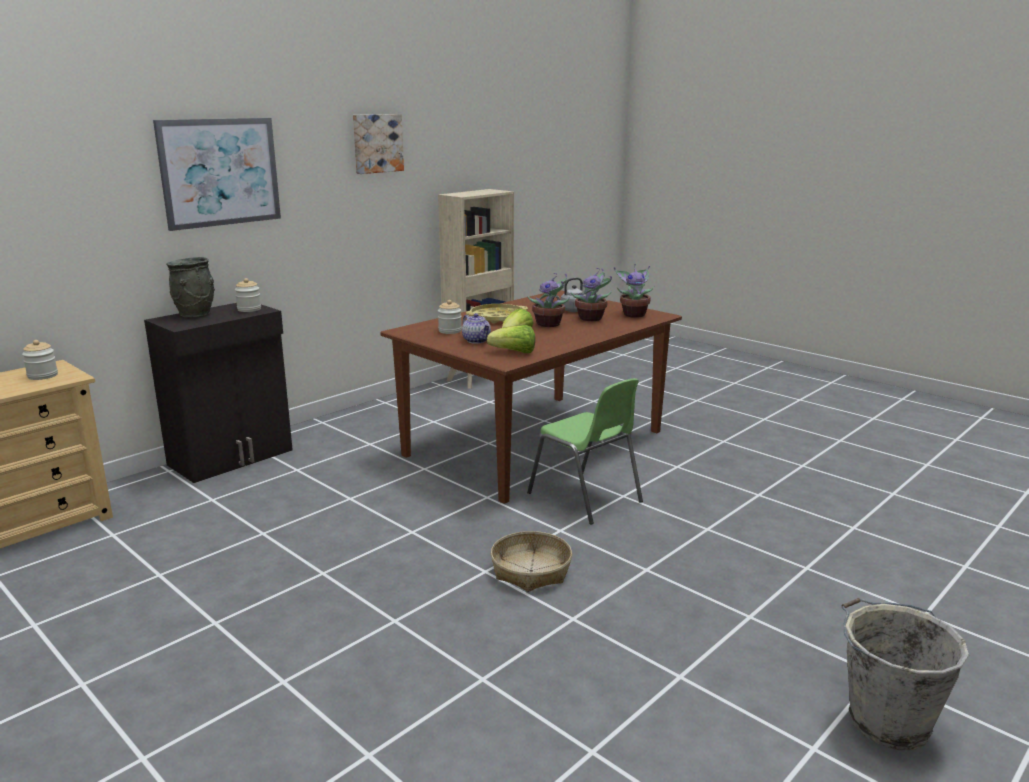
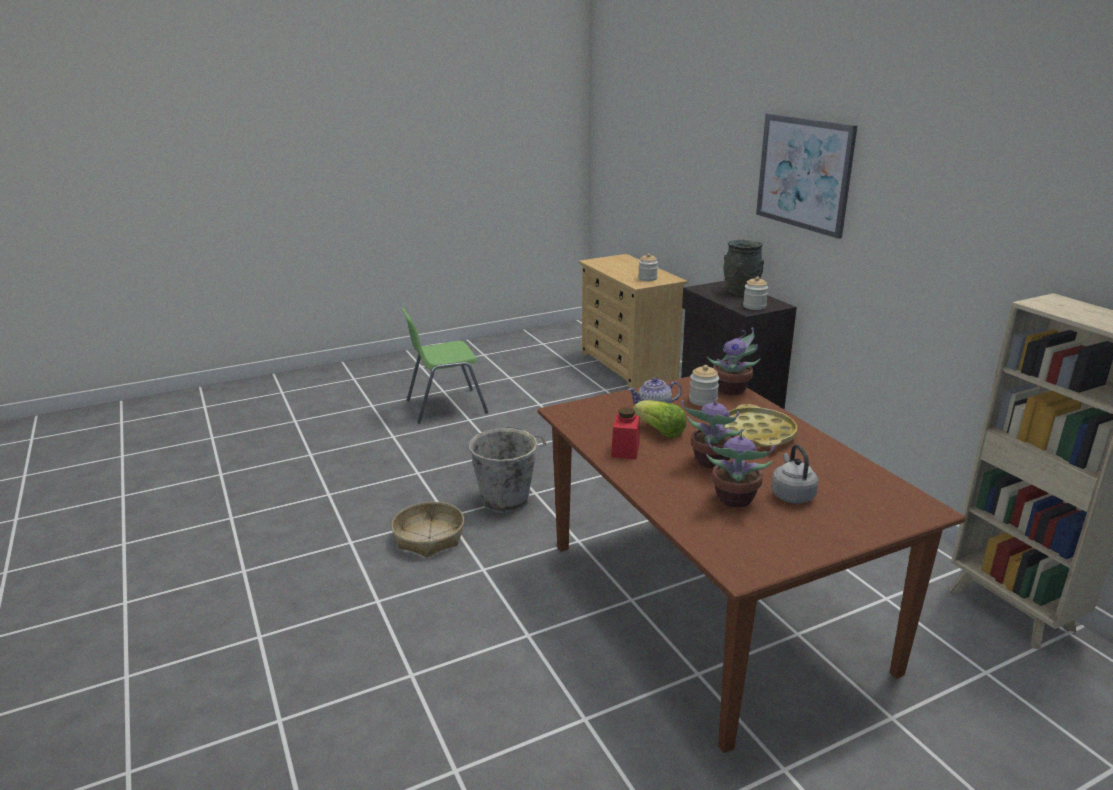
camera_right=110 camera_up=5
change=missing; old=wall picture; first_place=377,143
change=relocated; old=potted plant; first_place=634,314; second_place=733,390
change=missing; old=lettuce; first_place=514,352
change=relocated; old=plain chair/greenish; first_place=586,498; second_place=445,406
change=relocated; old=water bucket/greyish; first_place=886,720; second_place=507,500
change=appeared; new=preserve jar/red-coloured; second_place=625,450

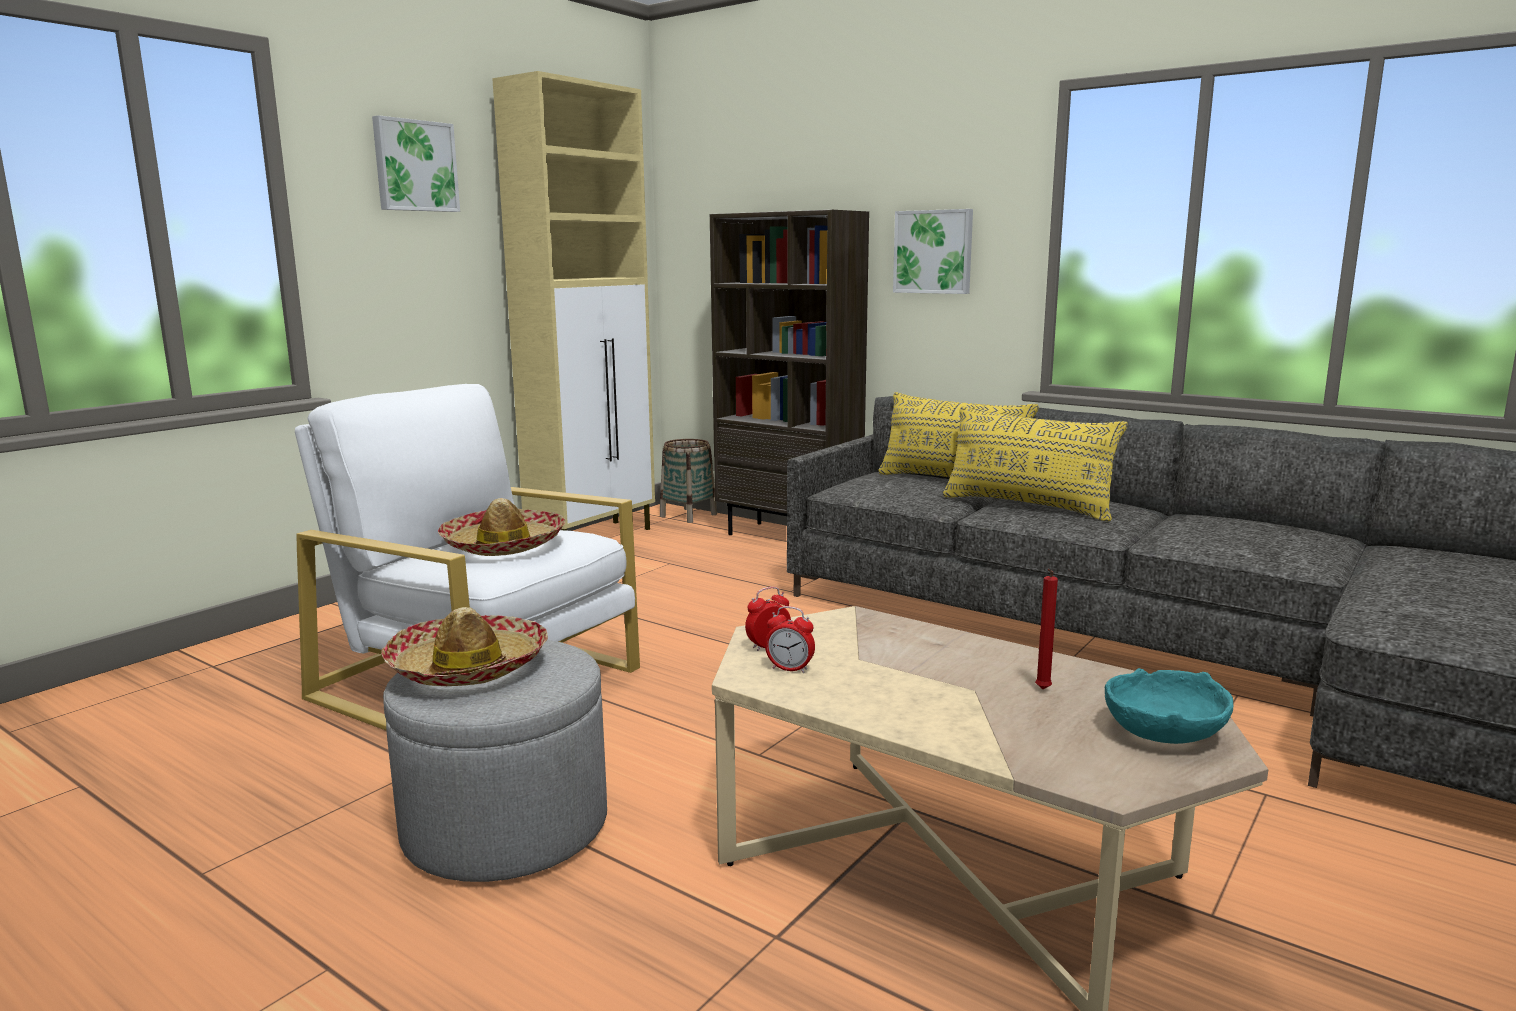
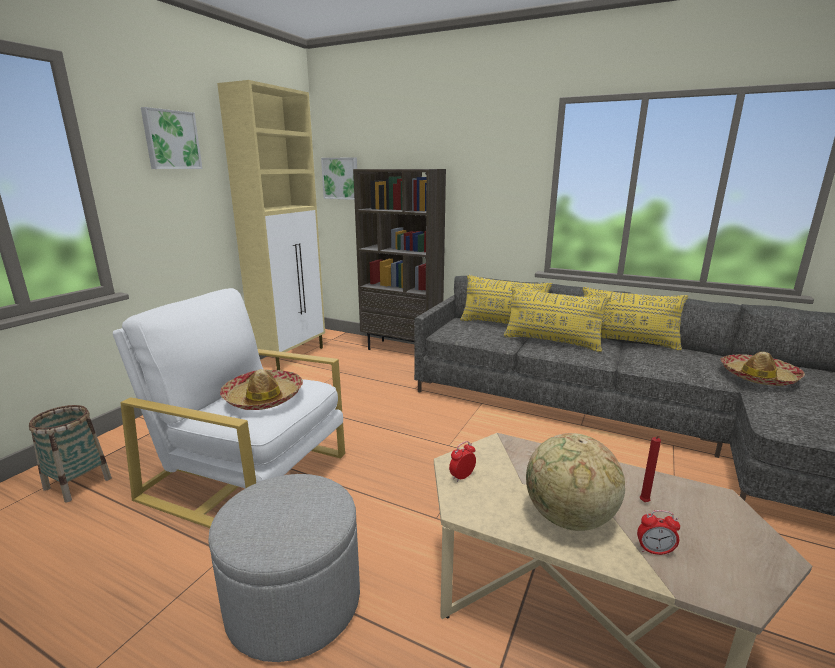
camera_right=-10 camera_up=5
change=relocated; old=wall picture; first_place=934,252; second_place=341,178
change=relocated; old=storage basket; first_place=688,515; second_place=77,483
change=relocated; old=table clock; first_place=790,669; second_place=654,551
change=relocated; old=hat; first_place=468,667; second_place=758,377
change=missing; old=serving bowl/turquoise; first_place=1162,732
change=appeared; new=cushion/yellow; second_place=626,342
change=appeared; new=world globe; second_place=568,518

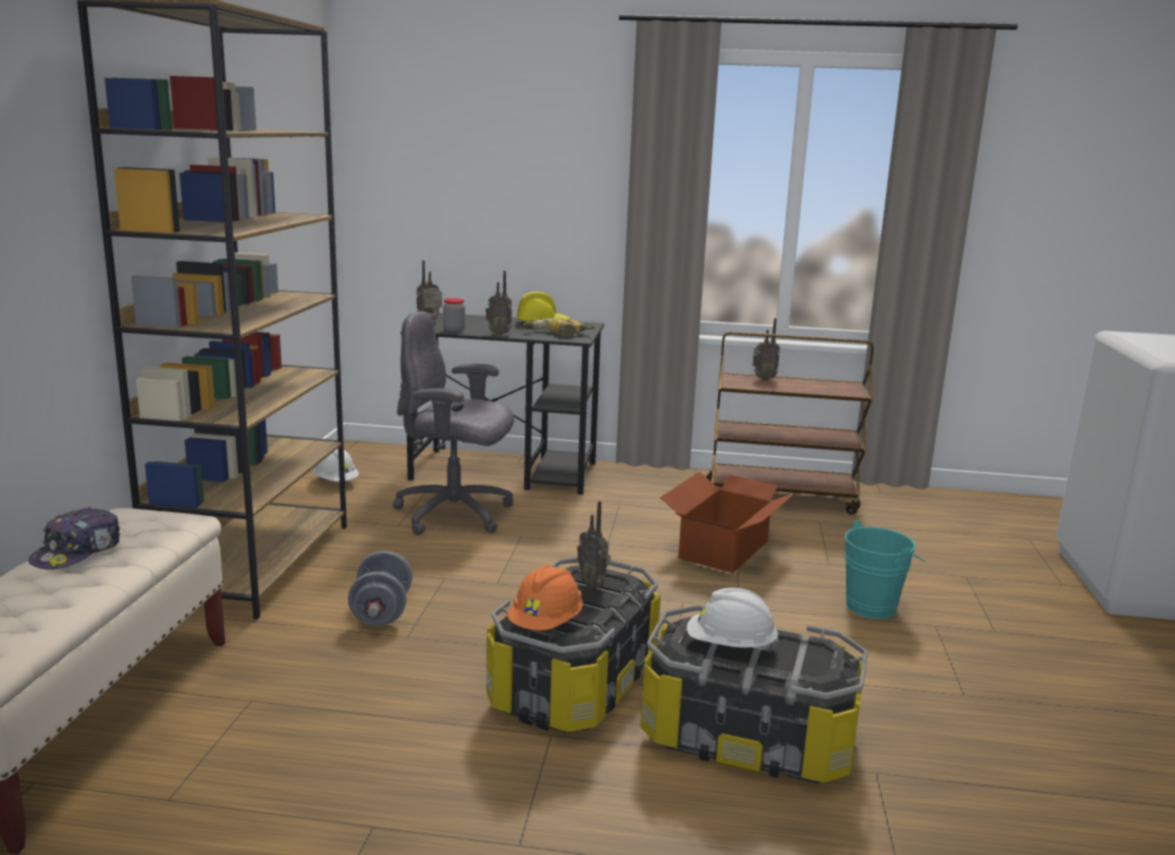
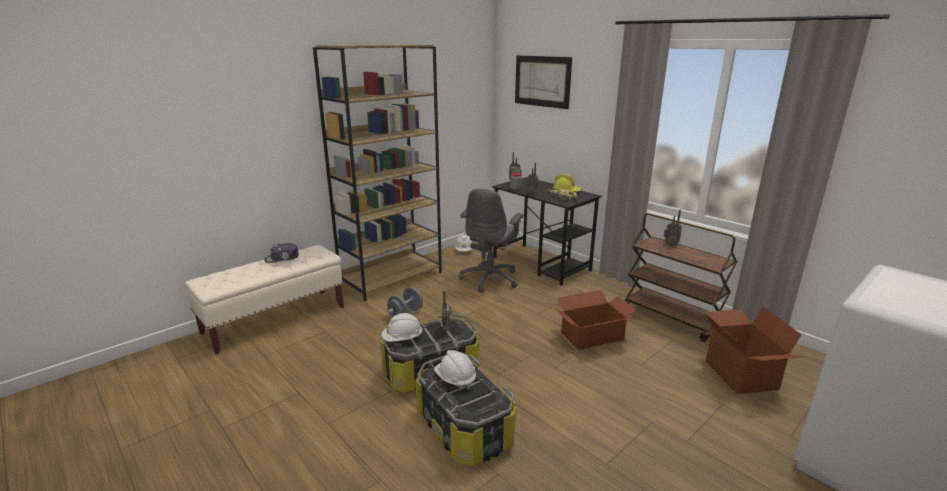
camera_right=40 camera_up=5
change=spun; old=computer chair/greyish; first_place=455,514; second_place=490,279; degrees=-120
change=missing; old=water bucket/turquoise; first_place=875,606
change=colour; old=safety helmet/orange-coloured; new=safety helmet/white; first_place=546,624; second_place=402,339
change=appeared; new=wall picture; second_place=542,81
change=appeared; new=cardboard box; second_place=739,375

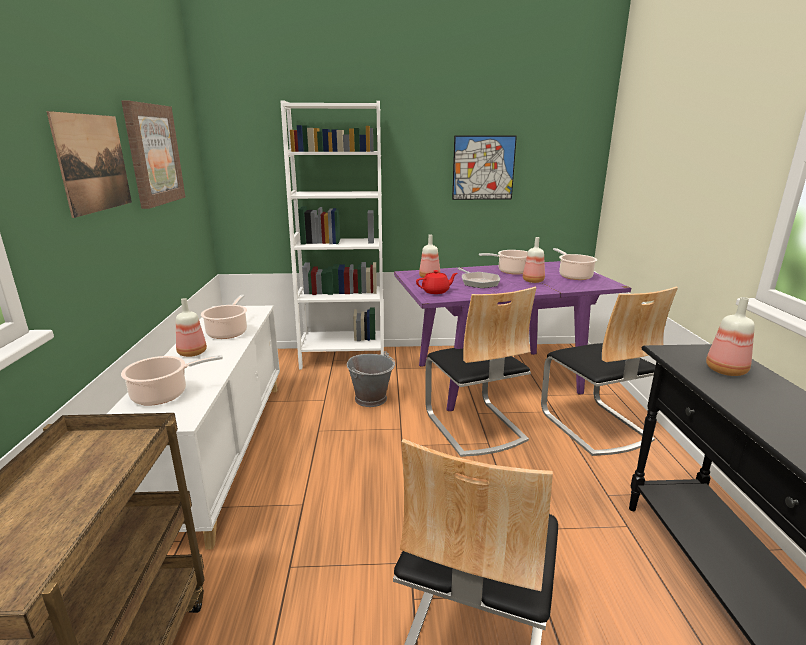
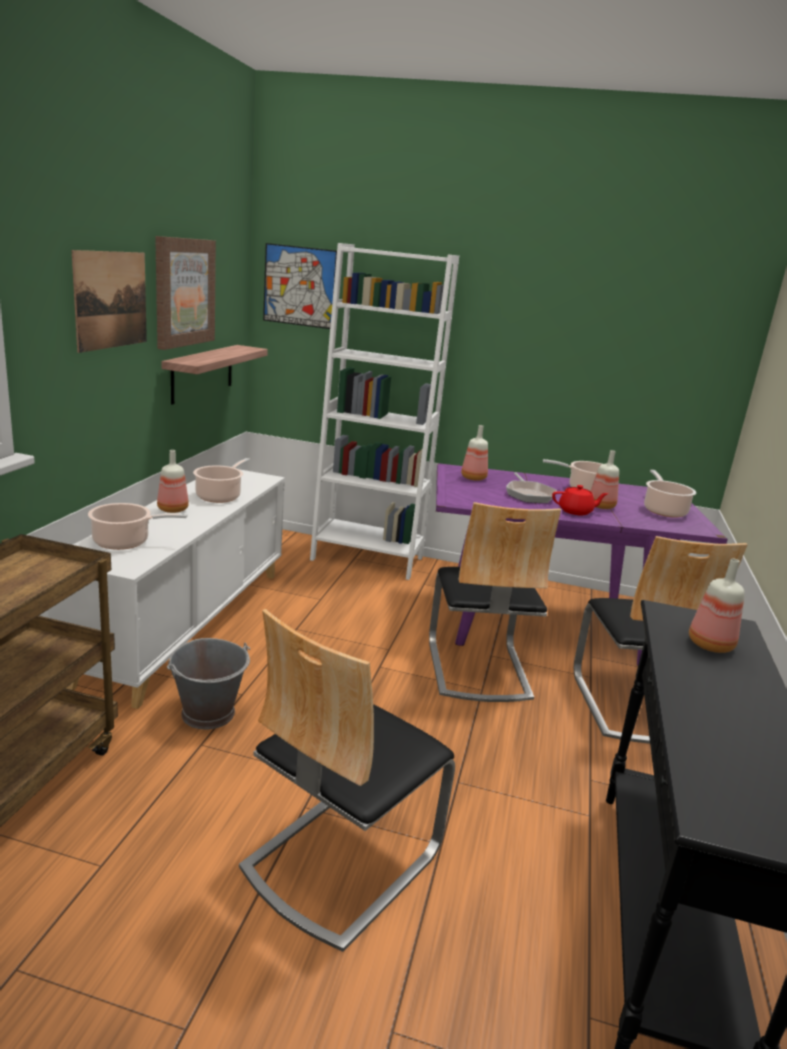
camera_right=15 camera_up=0
change=relocated; old=wall picture; first_place=483,168; second_place=299,286
change=relocated; old=pot for tea/red-coloured; first_place=436,291; second_place=576,511
change=relocated; old=water bucket/greyish; first_place=371,398; second_place=209,713
change=appeared; new=shelf; second_place=202,373

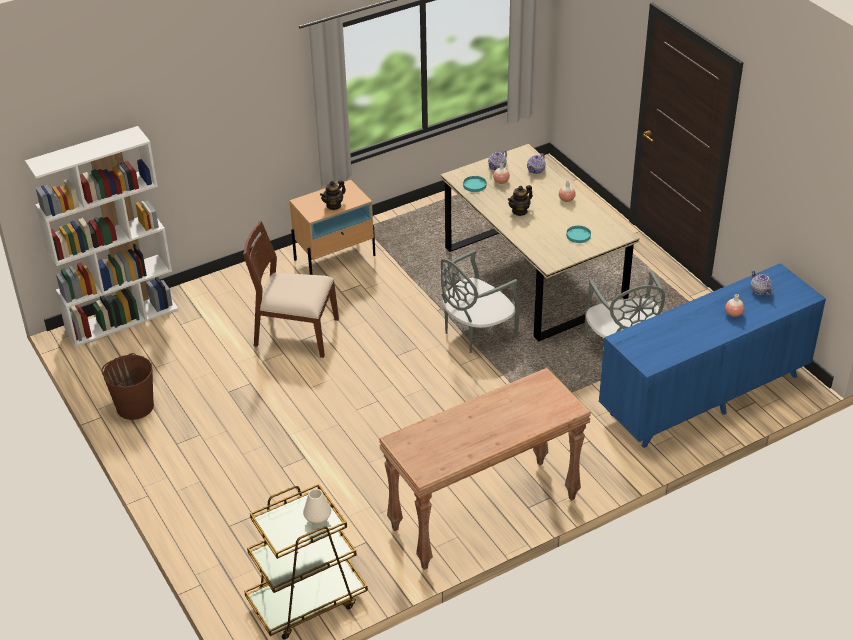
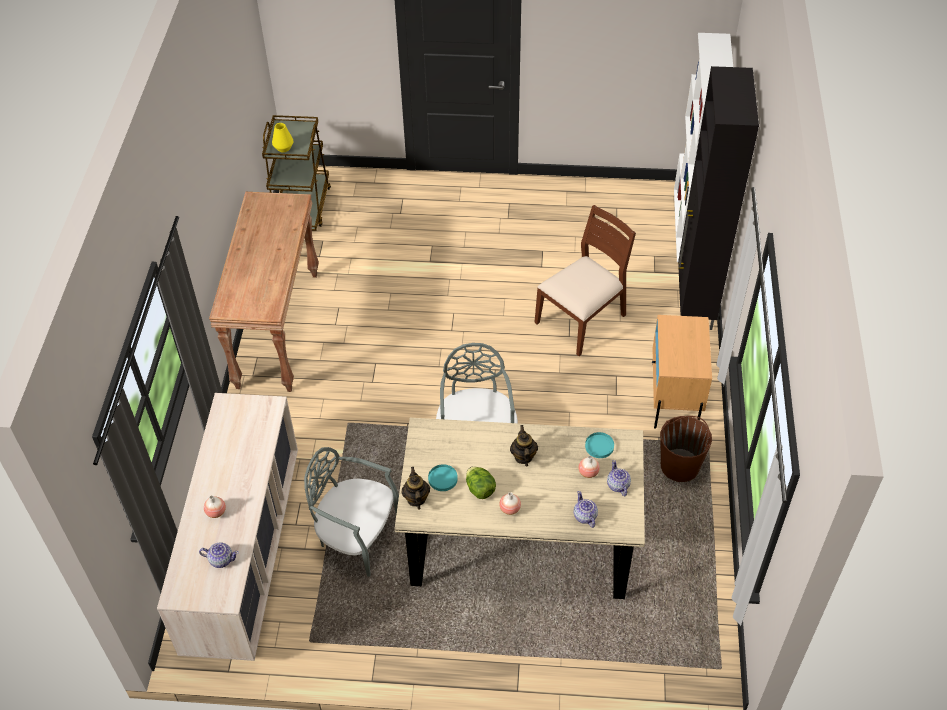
camera_right=125 camera_up=10
change=relocated; old=pot for tea; first_place=334,205; second_place=416,498
change=colour; old=chest of drawers/bluish; new=chest of drawers/beige; first_place=704,395; second_place=245,556
change=relocated; old=water bucket/brownish; first_place=134,406; second_place=680,466
change=colour; old=decorative vase/white; new=decorative vase/yellow; first_place=317,518; second_place=283,148
change=appeared; new=storage cabinet/black-coloured; second_place=694,303
change=appeared; new=lettuce; second_place=480,489

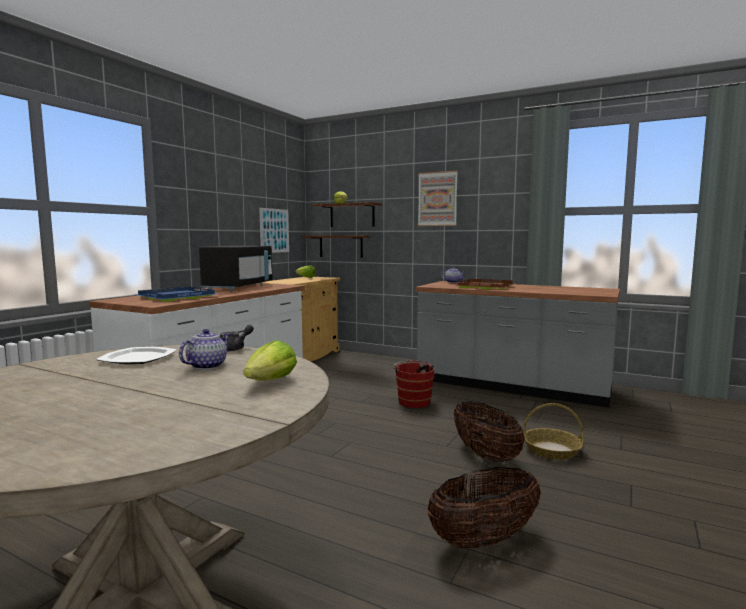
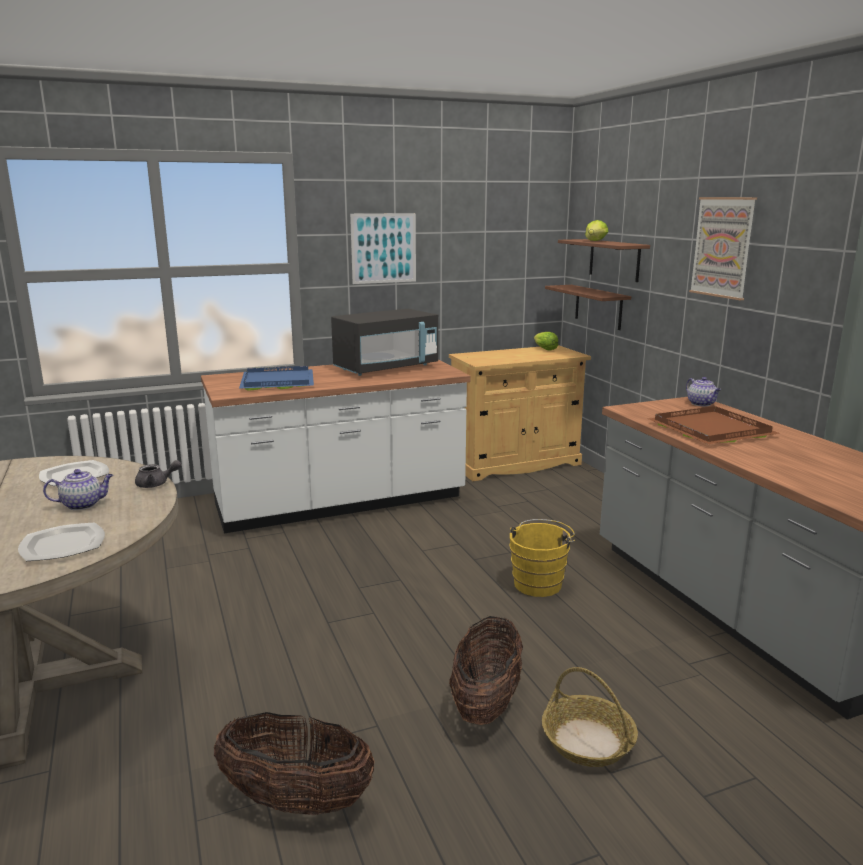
camera_right=40 camera_up=10
change=relocated; old=wall picture; first_place=274,230; second_place=383,248
change=exchanged; old=lettuce; new=flat dish; first_place=271,381; second_place=64,545
change=colour; old=water bucket/red-coloured; new=water bucket/yellow; first_place=413,401; second_place=539,583

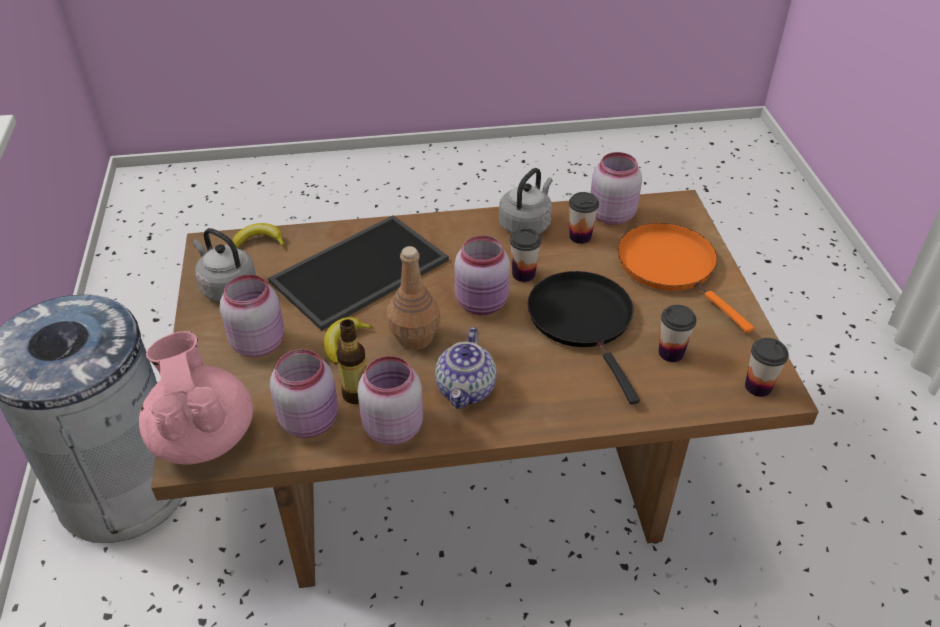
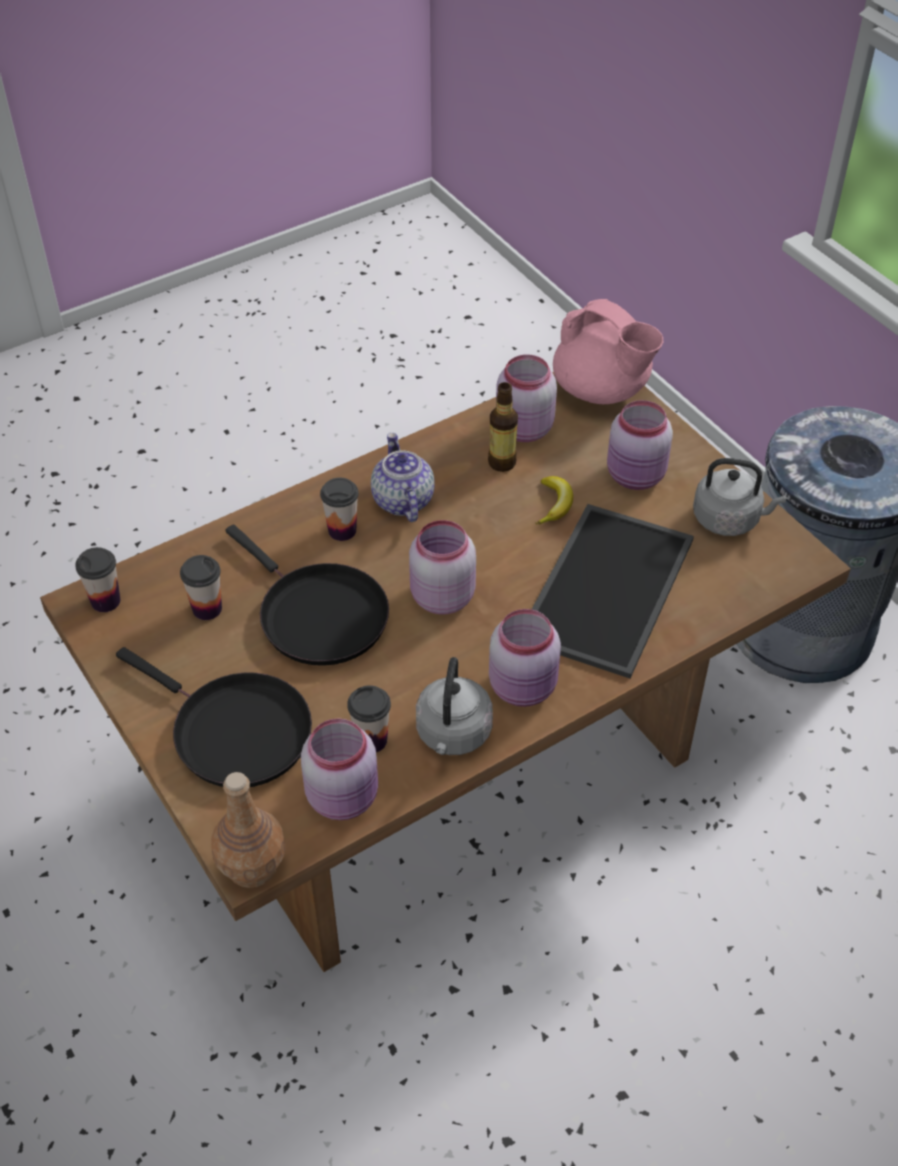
camera_right=155 camera_up=5
change=missing; old=banana; first_place=259,242
change=colour; old=skillet/orange-coloured; new=skillet/black-coloured; first_place=671,267; second_place=234,731
change=relocated; old=drinking cup; first_place=523,274; second_place=342,530
change=relocated; old=bottle/brownish; first_place=414,337; second_place=253,865
change=relocated; old=preserve jar/pink; first_place=391,427; second_place=524,687

